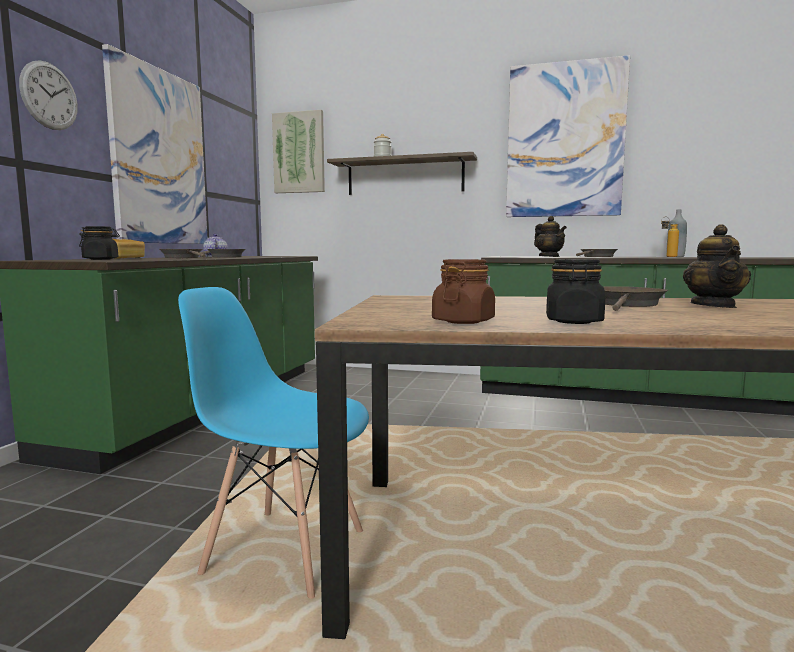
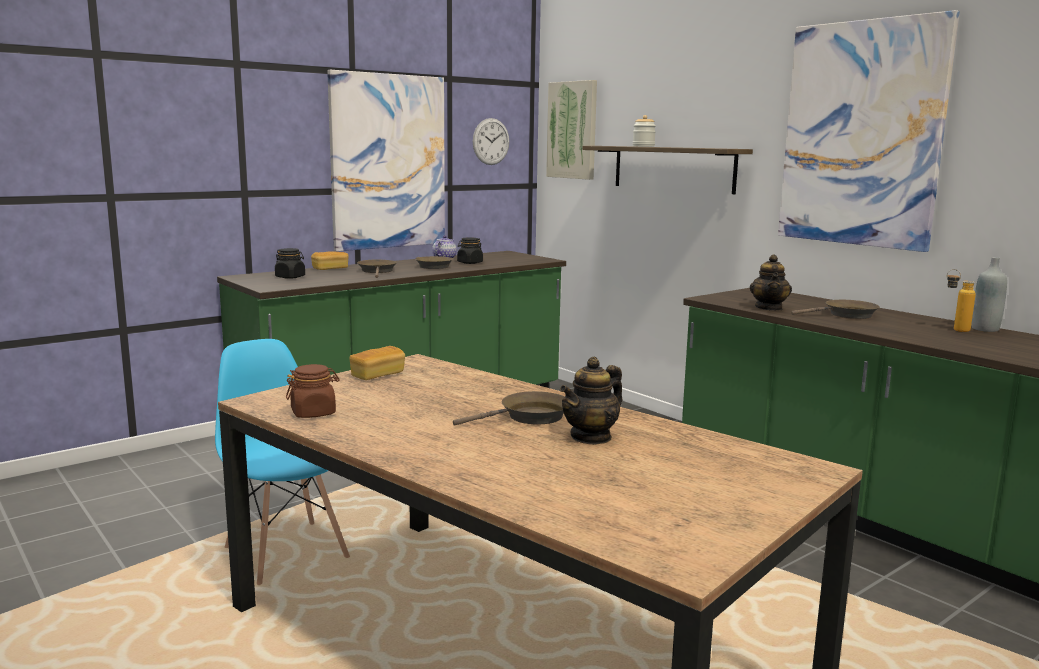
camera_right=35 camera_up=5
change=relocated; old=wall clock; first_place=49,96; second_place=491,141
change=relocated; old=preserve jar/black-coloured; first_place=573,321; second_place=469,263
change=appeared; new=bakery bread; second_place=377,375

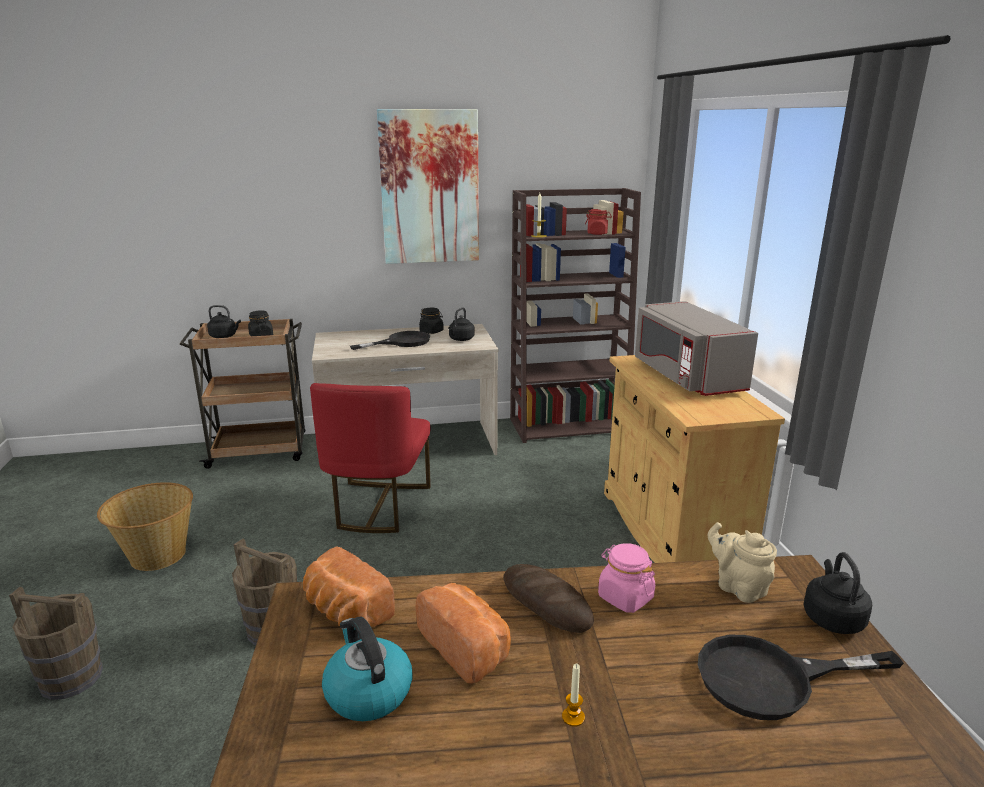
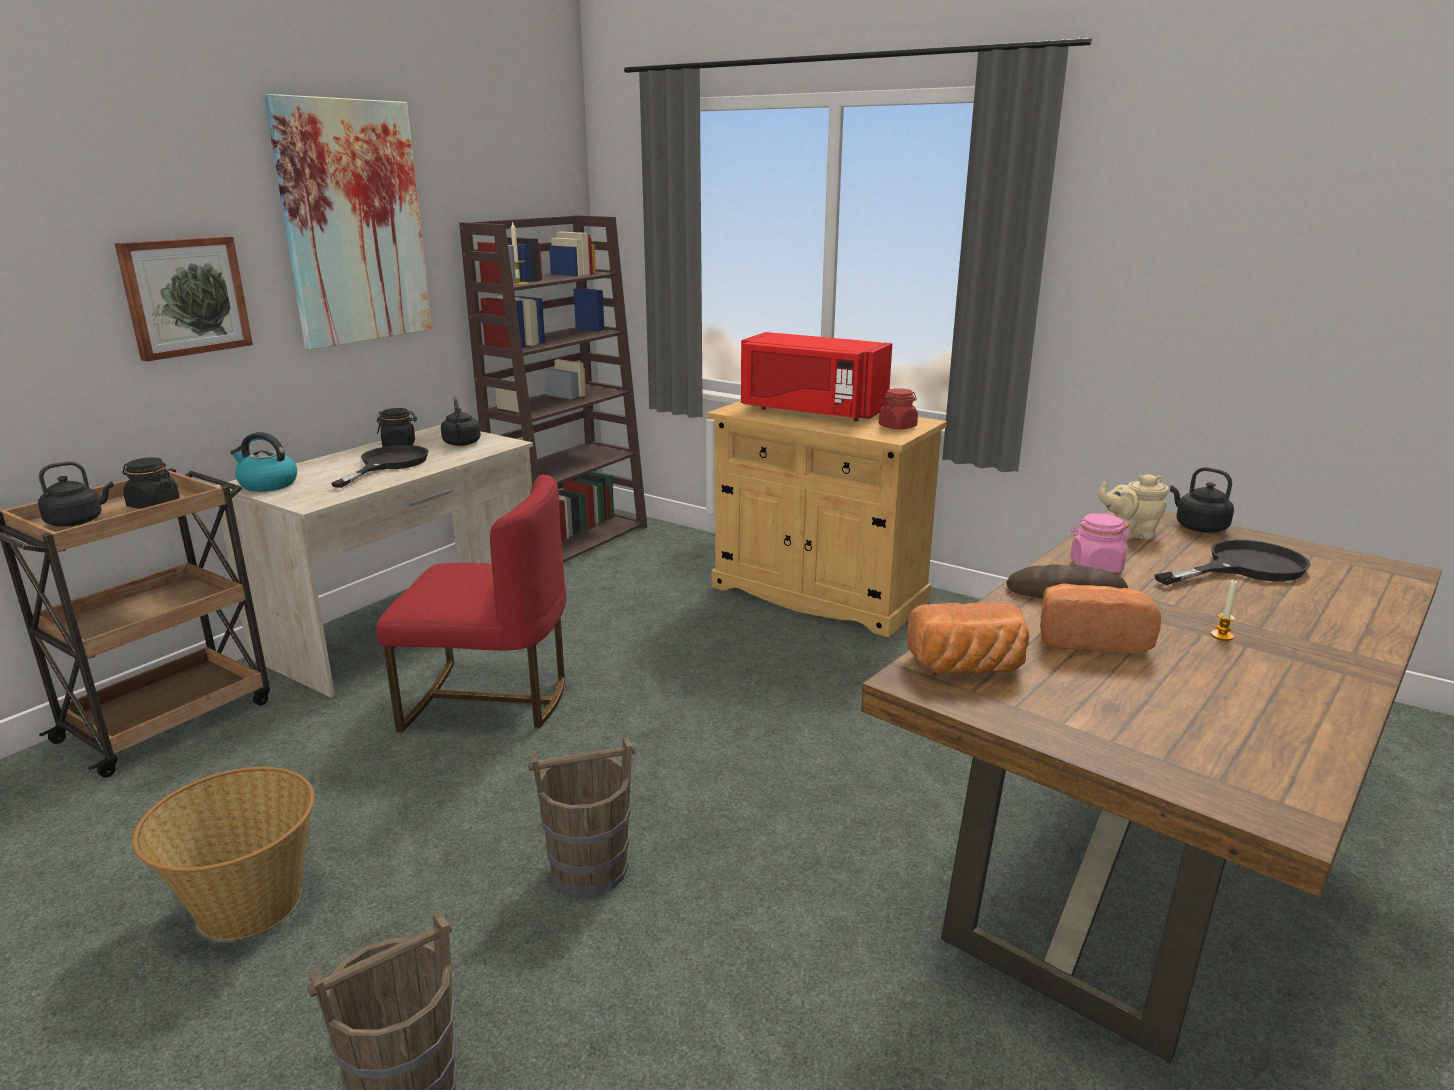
camera_right=-45 camera_up=0
change=relocated; old=preserve jar/red-coloured; first_place=597,233; second_place=897,427
change=colour; old=kitchen microwave/greyish; new=kitchen microwave/red-coloured; first_place=686,376; second_place=811,411
change=spun; old=plain chair/red-coloured; first_place=378,506; second_place=489,700; degrees=-45
change=relocated; old=kettle; first_place=367,692; second_place=267,484
change=spun; old=skillet/black-coloured; first_place=772,679; second_place=1243,567; degrees=-150
change=appeared; new=wall picture; second_place=185,296

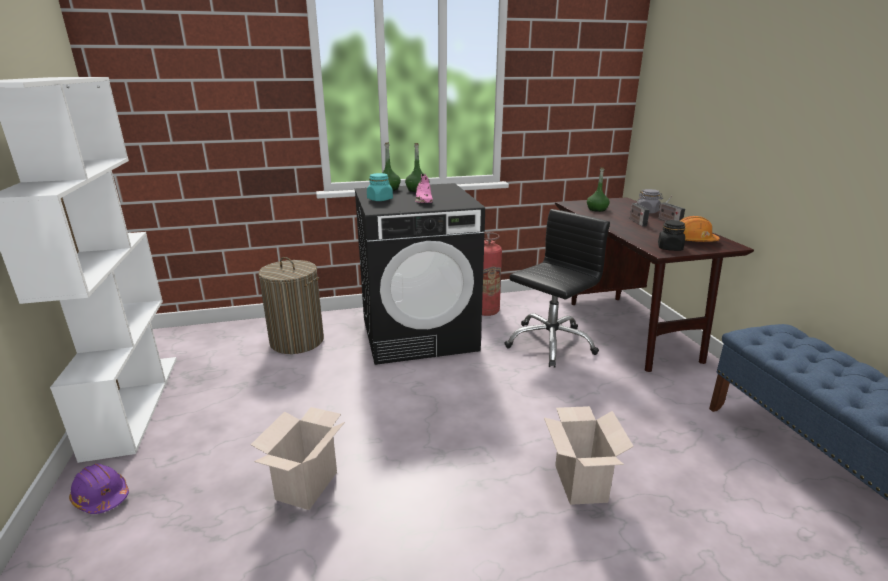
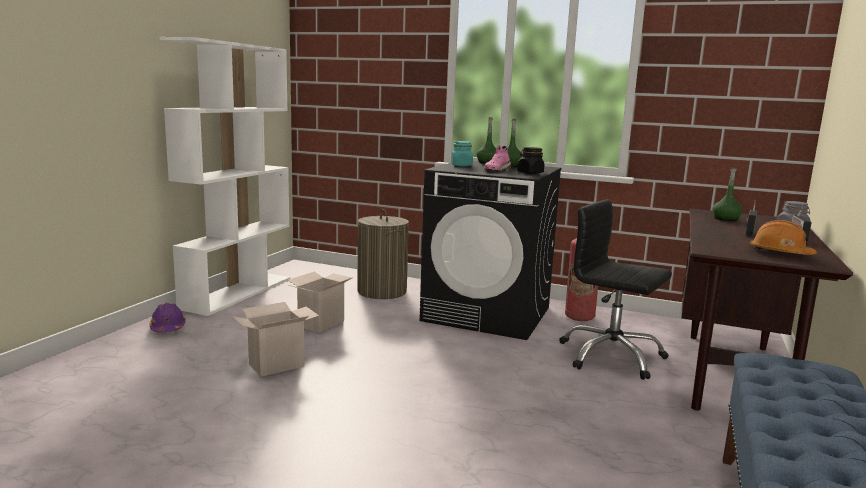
camera_right=35 camera_up=-10
change=spun; old=computer chair/black-coloured; first_place=550,343; second_place=611,356; degrees=-135
change=relocated; old=preserve jar/black-coloured; first_place=670,248; second_place=530,173
change=relocated; old=cardboard box; first_place=578,482; second_place=321,323

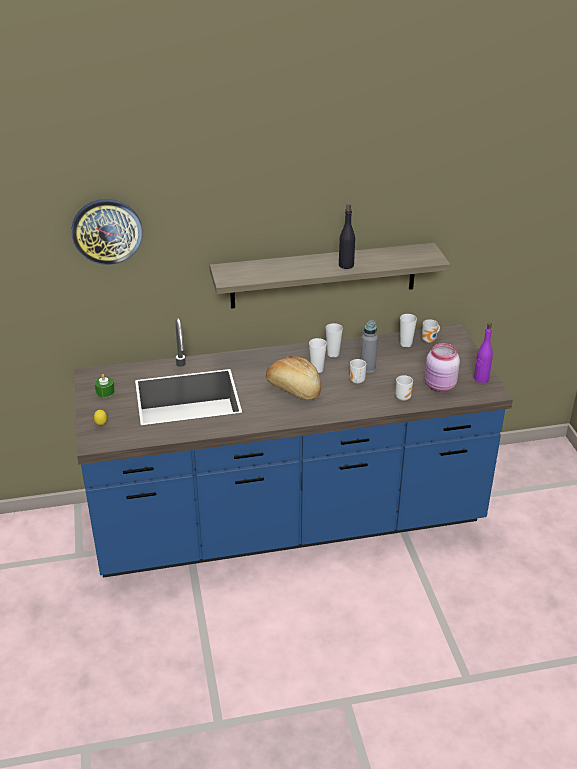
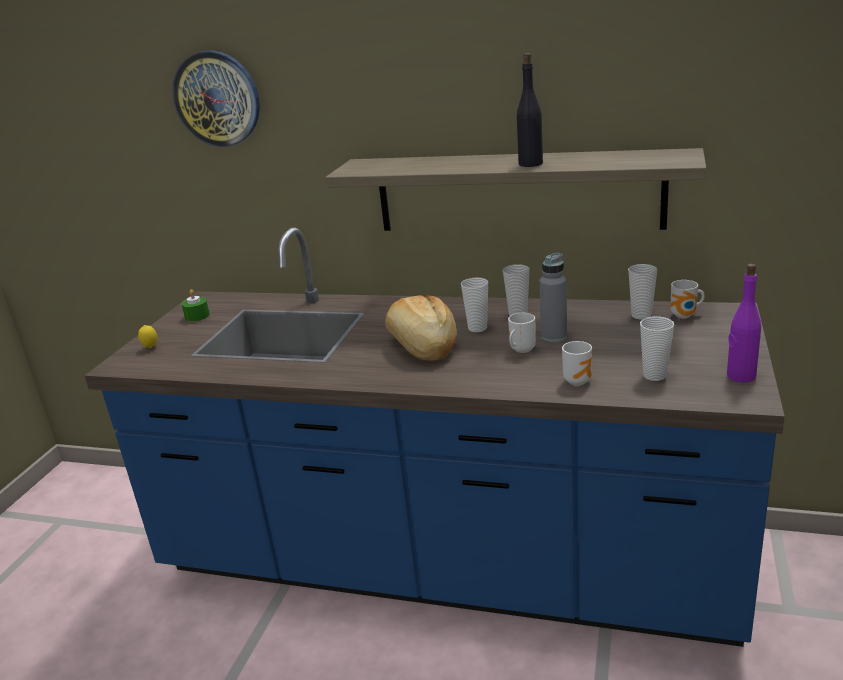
camera_right=30 camera_up=-10
change=exchanged; old=preserve jar/pink; new=drinking cup; first_place=439,386; second_place=654,375

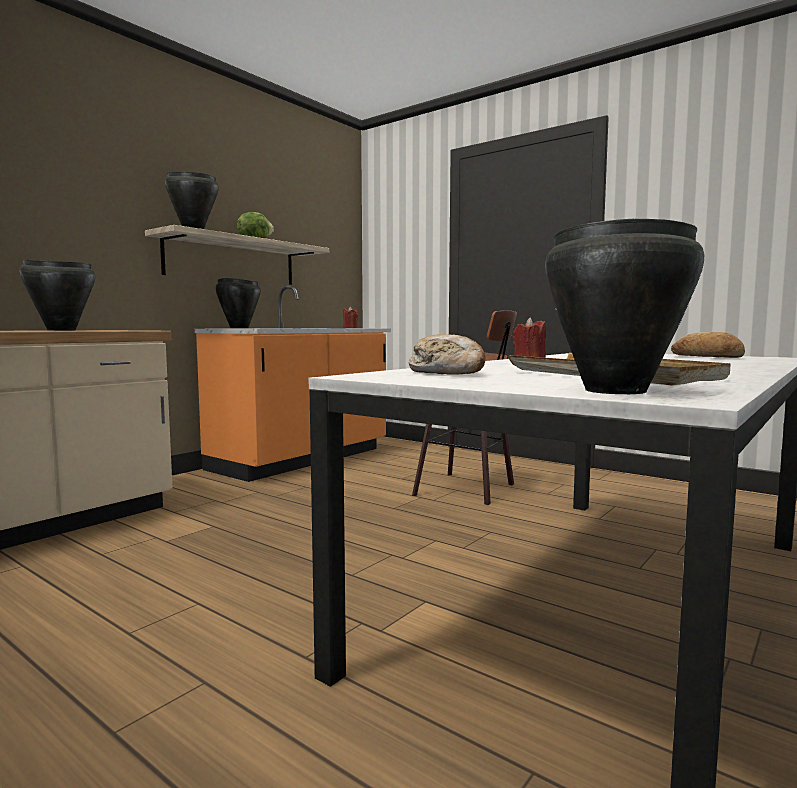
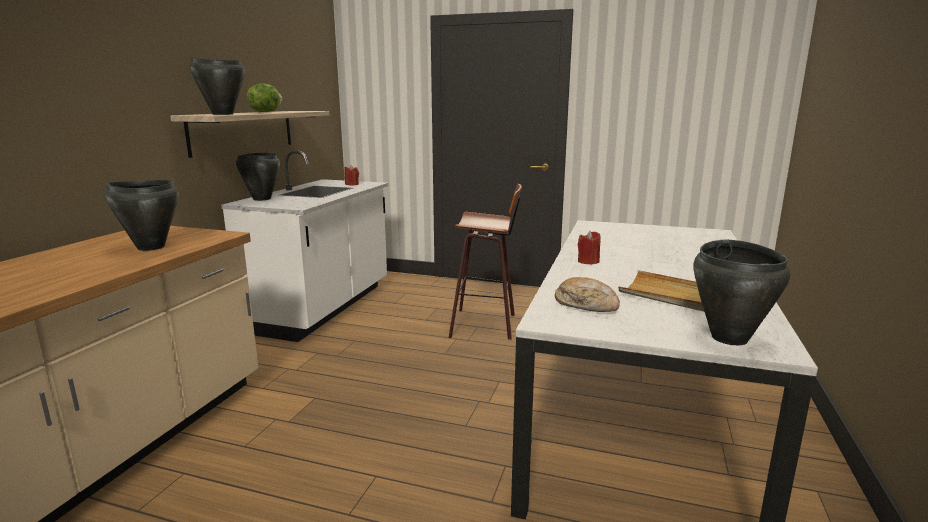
camera_right=-20 camera_up=10
change=colour; old=counter/orange-coloured; new=counter/white; first_place=302,459; second_place=323,308
change=missing; old=bakery bread; first_place=707,357

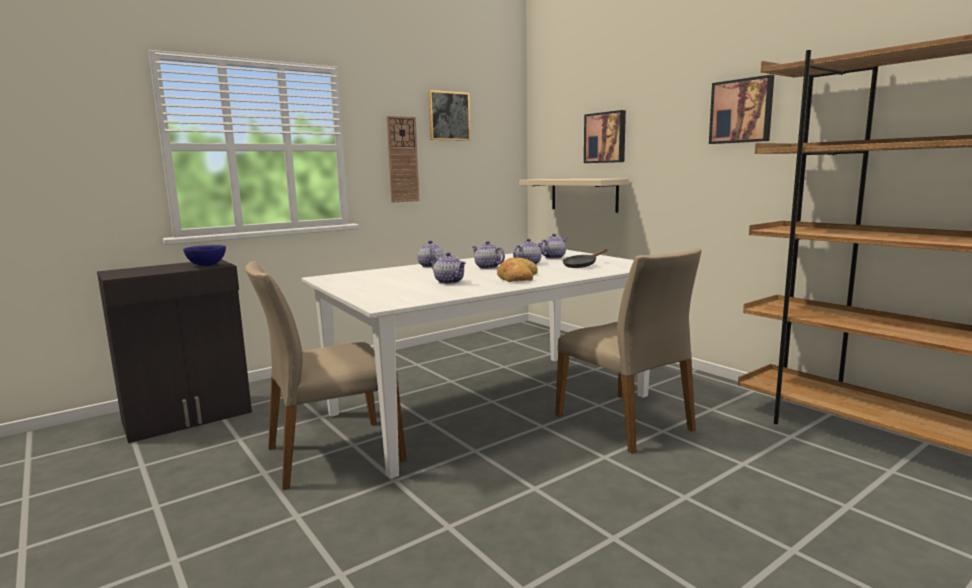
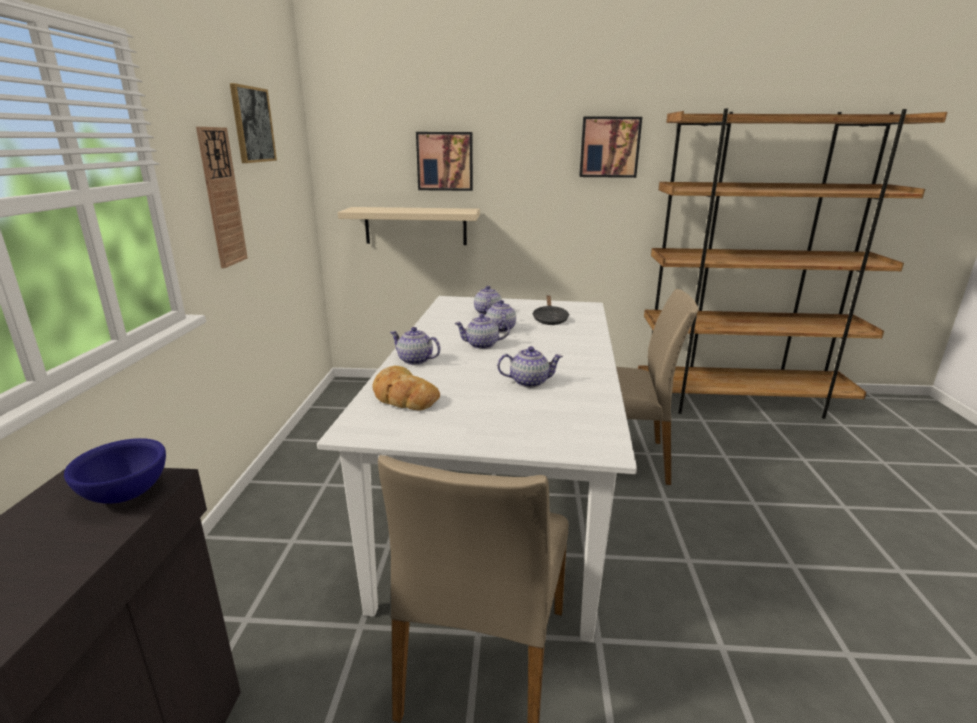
camera_right=-50 camera_up=10
change=relocated; old=bakery bread; first_place=516,277; second_place=403,396

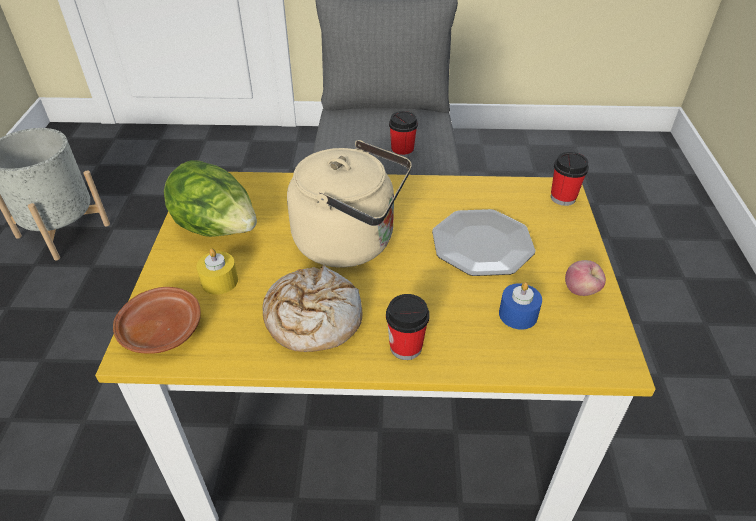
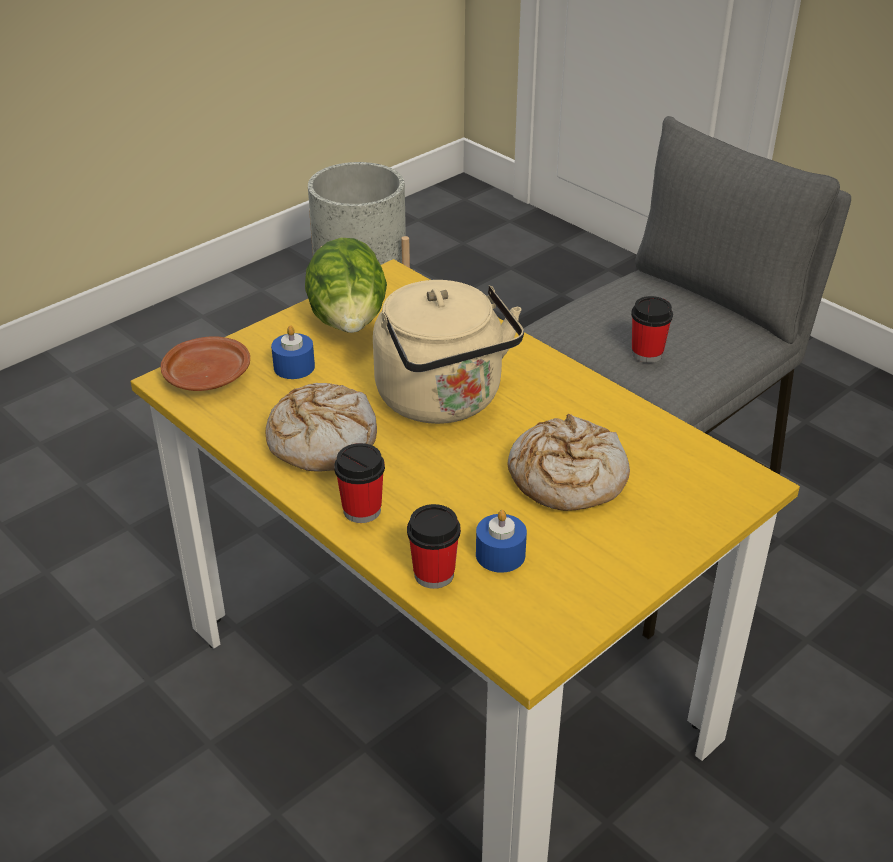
camera_right=45 camera_up=-5
change=relocated; old=drinking cup; first_place=563,198; second_place=434,574
change=exchanged; old=flat dish; new=bakery bread; first_place=482,244; second_place=566,478
change=colour; old=candle/yellow; new=candle/bluish; first_place=219,281; second_place=294,367
change=missing; old=whole apple; first_place=581,291

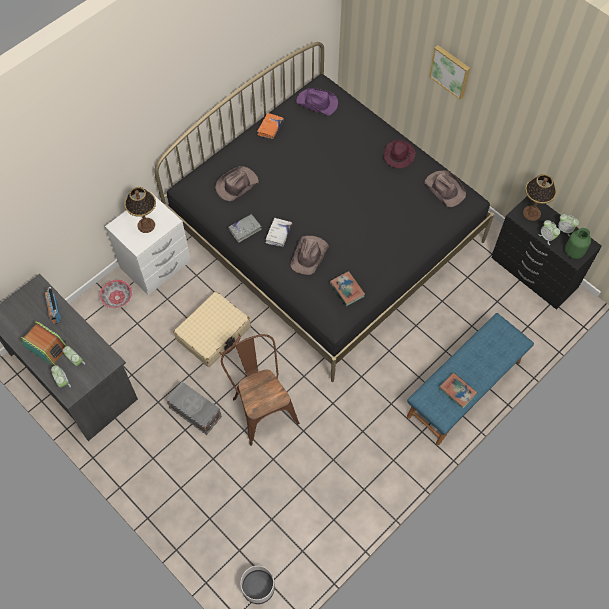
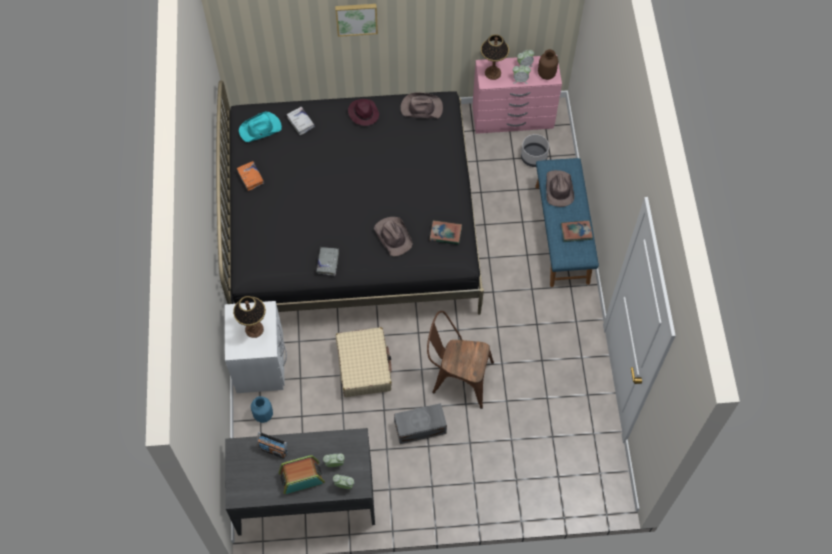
camera_right=-50 camera_up=0
change=colour; old=hat/purple; new=hat/turquoise; first_place=317,103; second_place=260,129
change=relocated; old=hat/brownish; first_place=236,185; second_place=558,189
change=colour; old=chest of drawers/black-coloured; new=chest of drawers/pink; first_place=533,273; second_place=513,118
change=relocated; old=volume/white; first_place=278,234; second_place=301,122
change=colour; old=decorative vase/greenish; new=decorative vase/brownish; first_place=574,252; second_place=546,74
change=exchanged; old=serving bowl; new=decorative vase/bluish; first_place=117,297; second_place=263,415
change=relocated; old=flower pot/greyish; first_place=258,588; second_place=533,157

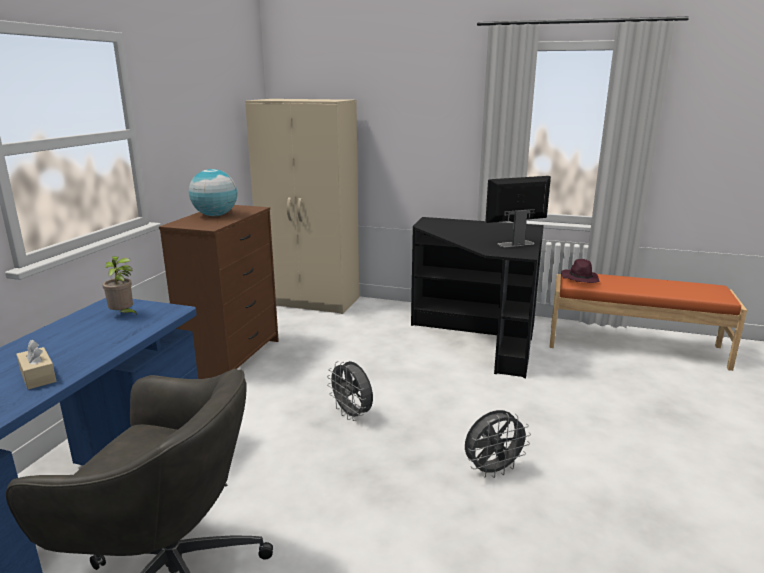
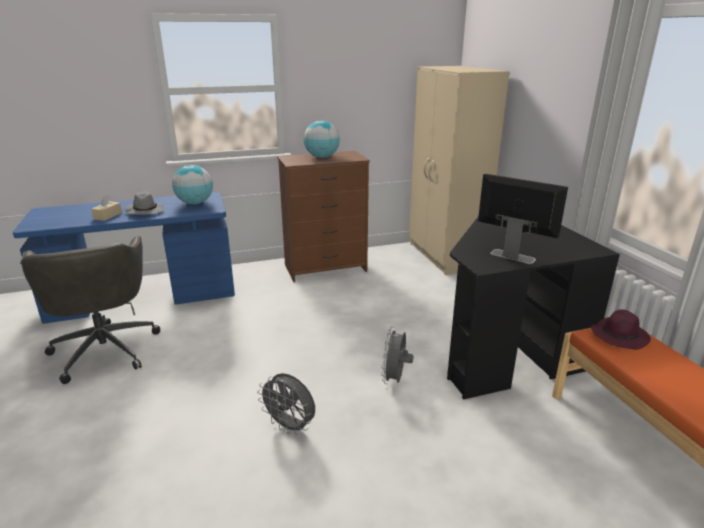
camera_right=55 camera_up=5
change=exchanged; old=potted plant; new=world globe; first_place=123,315; second_place=195,203
change=relocated; old=cooling fan/greyish; first_place=352,415; second_place=395,379
change=appeared; new=hat/greyish; second_place=145,211

